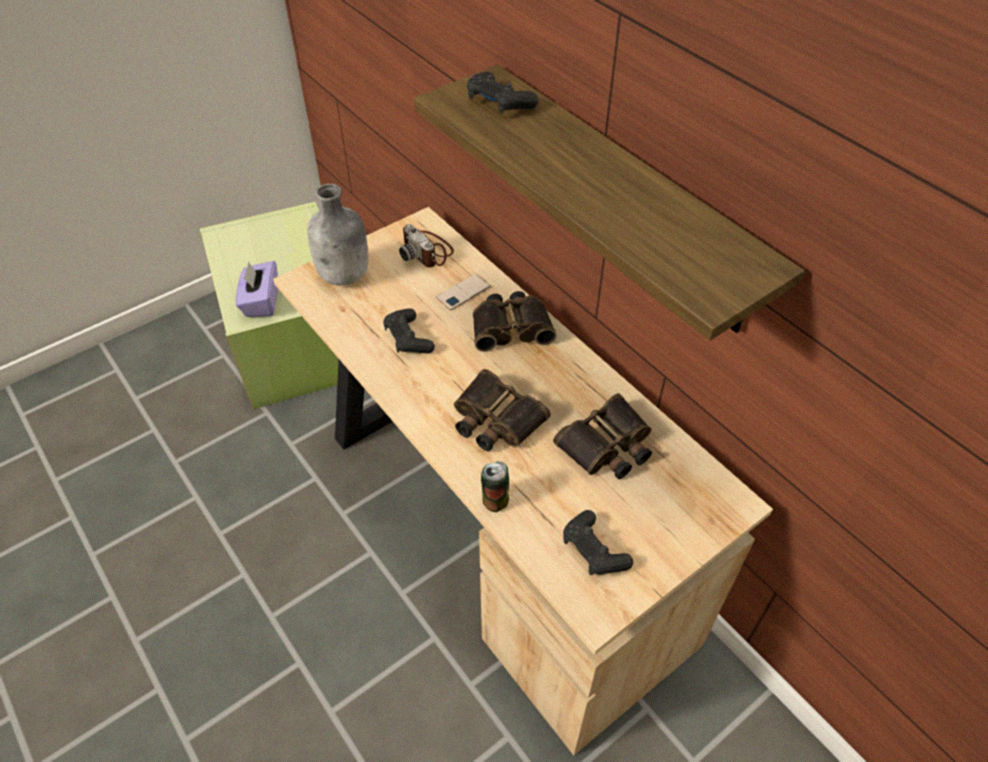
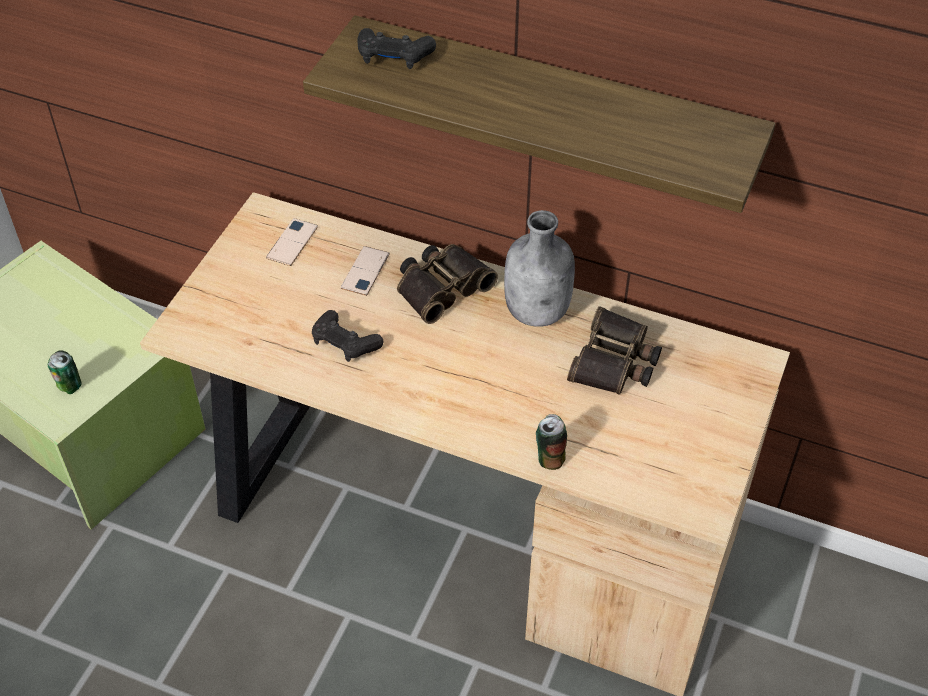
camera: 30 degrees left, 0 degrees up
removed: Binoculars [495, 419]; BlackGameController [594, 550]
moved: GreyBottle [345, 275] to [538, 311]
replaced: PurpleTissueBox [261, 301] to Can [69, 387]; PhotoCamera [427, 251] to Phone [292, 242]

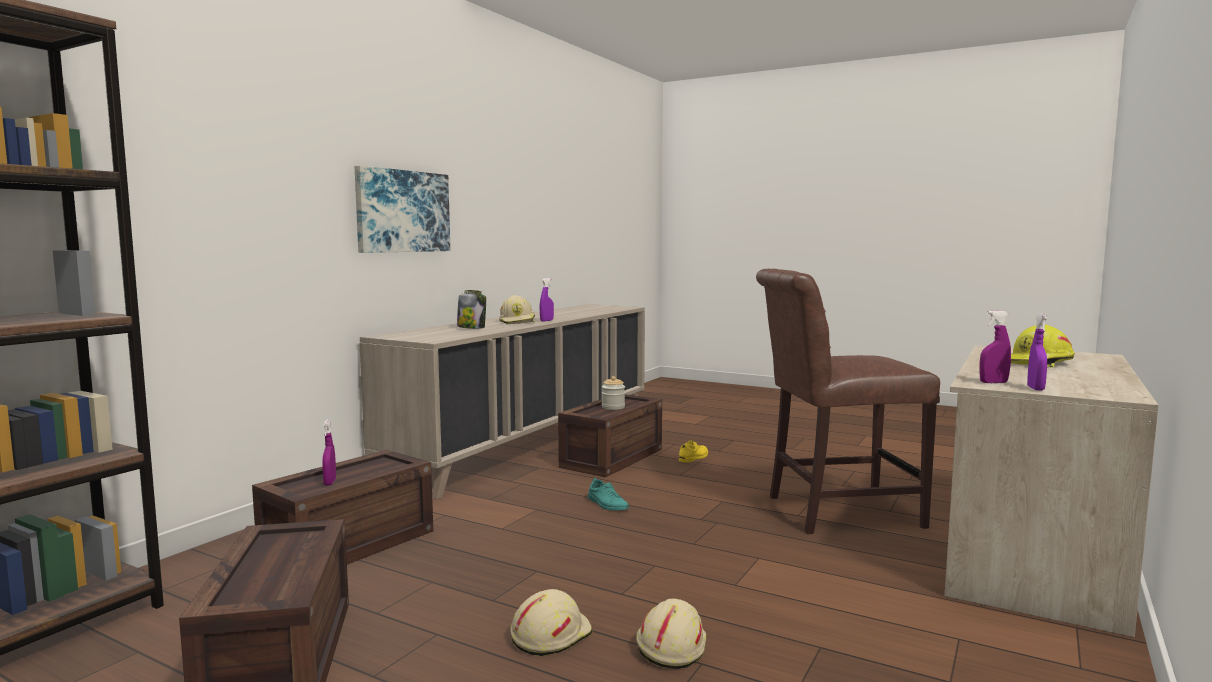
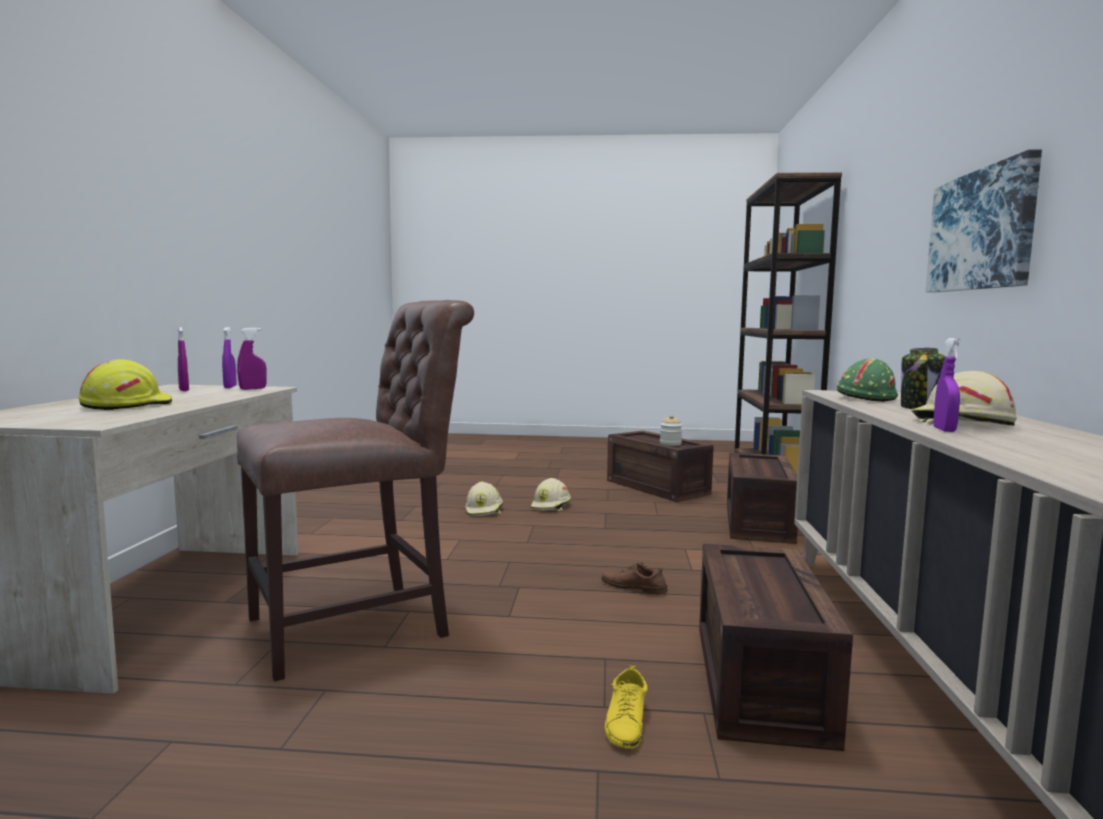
camera: 155 degrees right, 0 degrees up
added: GreenHardHat [866, 398]
moved: PurpleSprayBottle [330, 482] to [184, 390]; Jar [613, 407] to [670, 444]
recoloured: TurquoiseShoe [607, 504] to BrownShoe [634, 587]

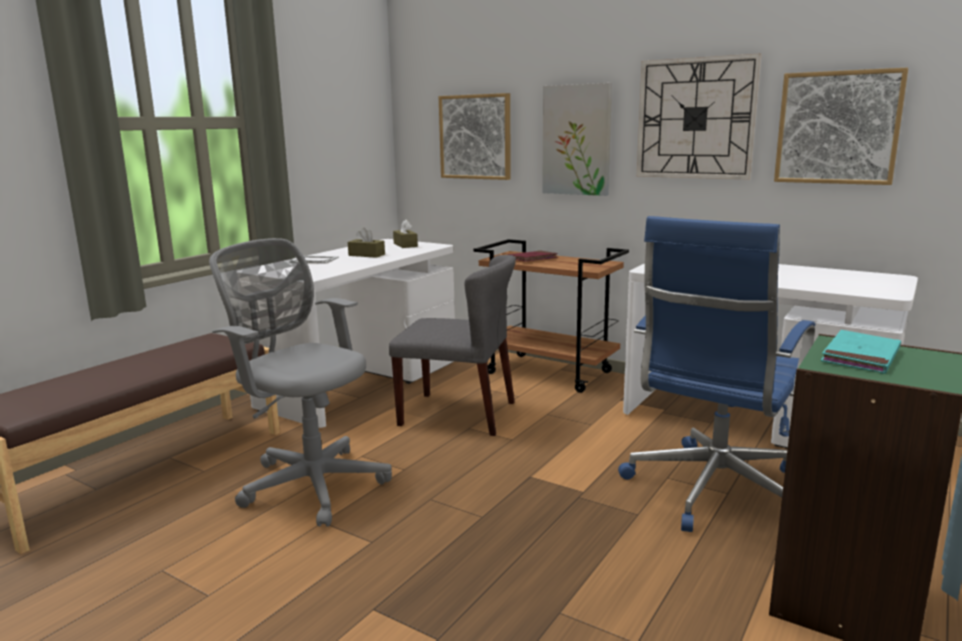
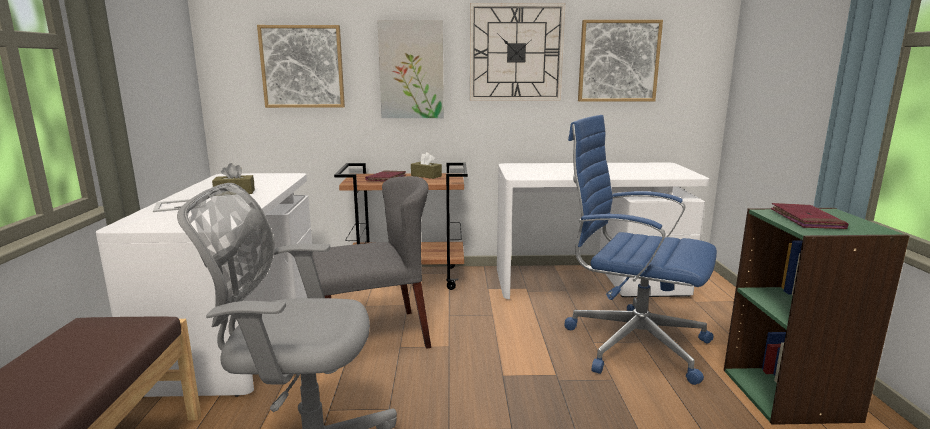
camera: 35 degrees left, 0 degrees up
moved: BrownTissueBox [405, 245] to [426, 176]
recoloured: TurquoiseBook [861, 356] to RedBook [806, 220]
turned: BlueOfficeChair [712, 491] = [631, 343] 120 degrees clockwise

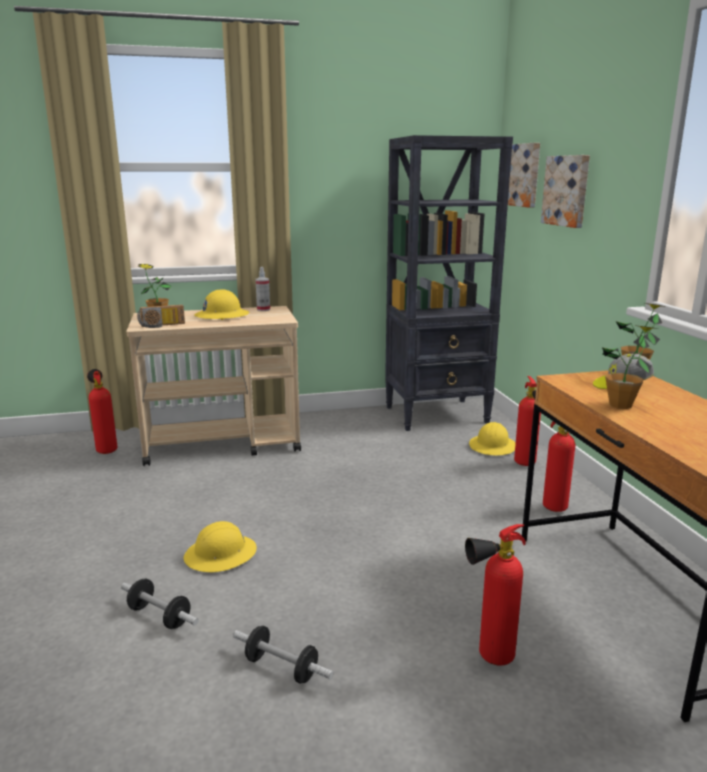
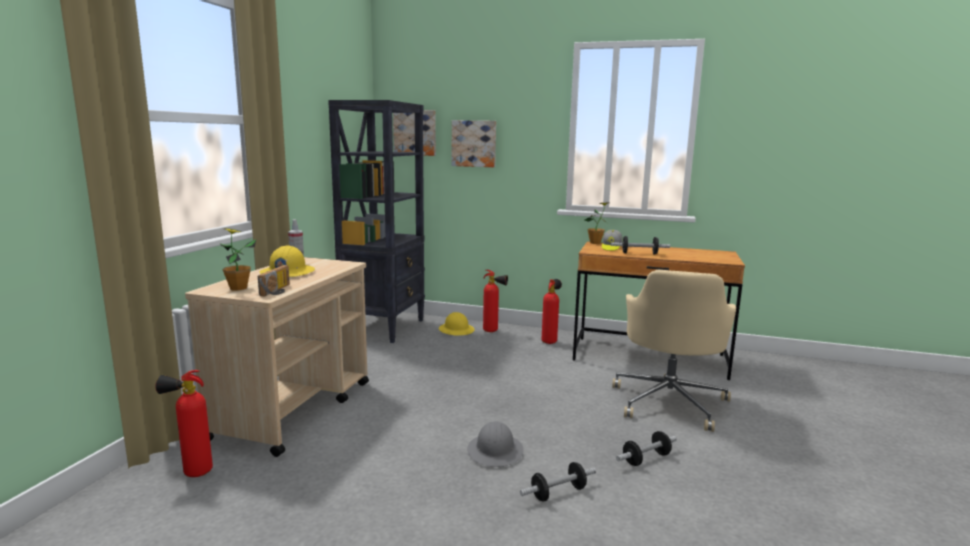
camera: 60 degrees left, 5 degrees down
replaced: FireExtinguisher [488, 658] to BeigeOfficeChair [669, 402]; PottedPlant [620, 405] to Dumbbell [639, 253]
recoloured: YellowHardHat [221, 555] to GreyHardHat [495, 451]

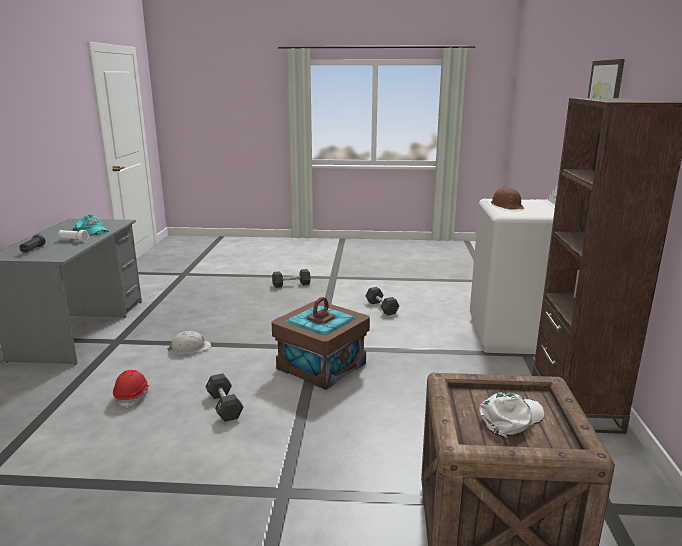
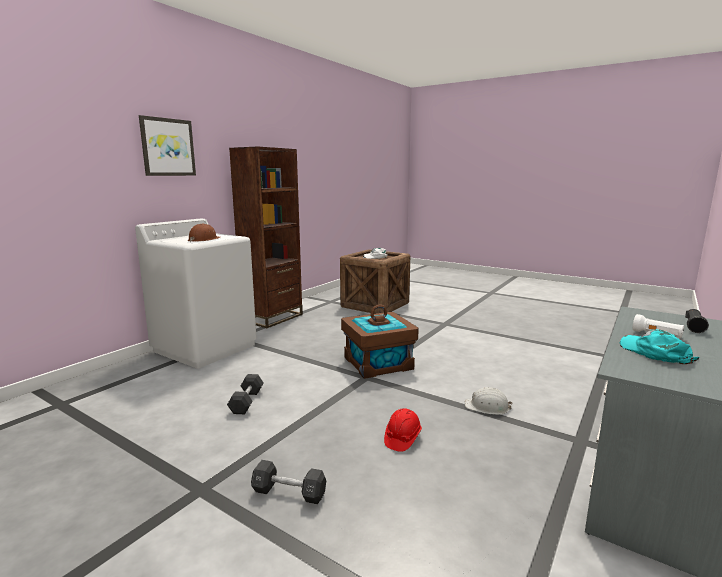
camera: 150 degrees left, 5 degrees down
removed: BlackDumbbell [224, 406]
moved: RedHardHat [133, 396] to [402, 438]

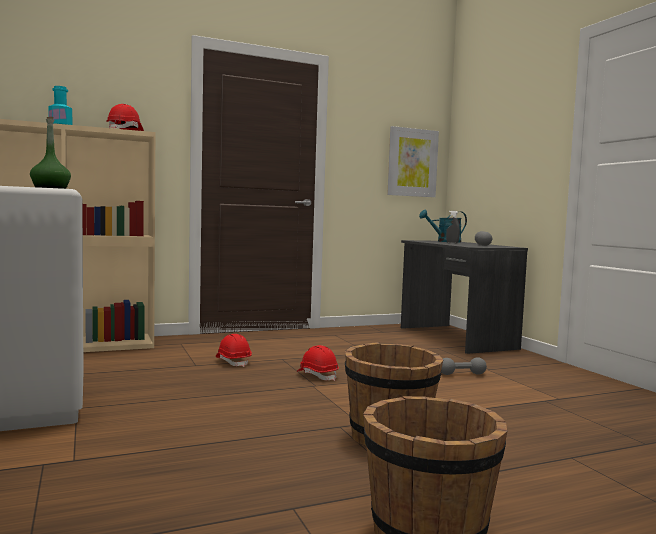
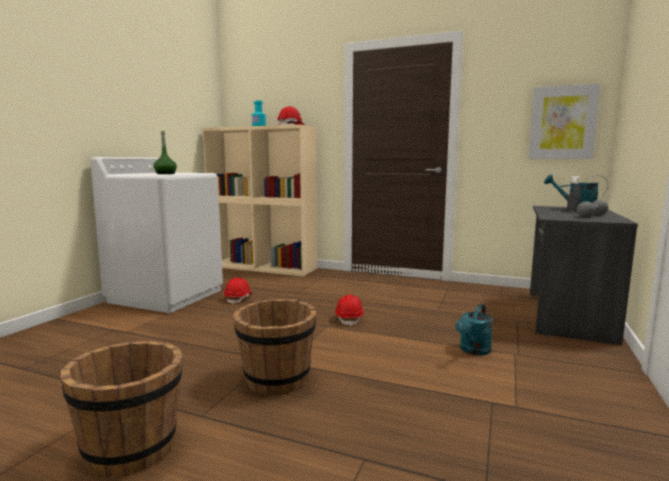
camera: 45 degrees right, 5 degrees up
moved: RedHardHat [233, 362] to [238, 299]
replaced: GreyDumbbell [461, 374] to TurquoiseWateringCan [473, 351]

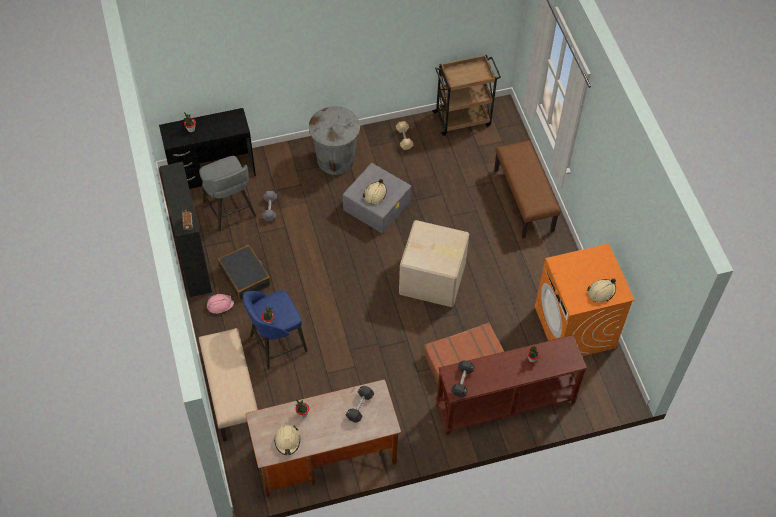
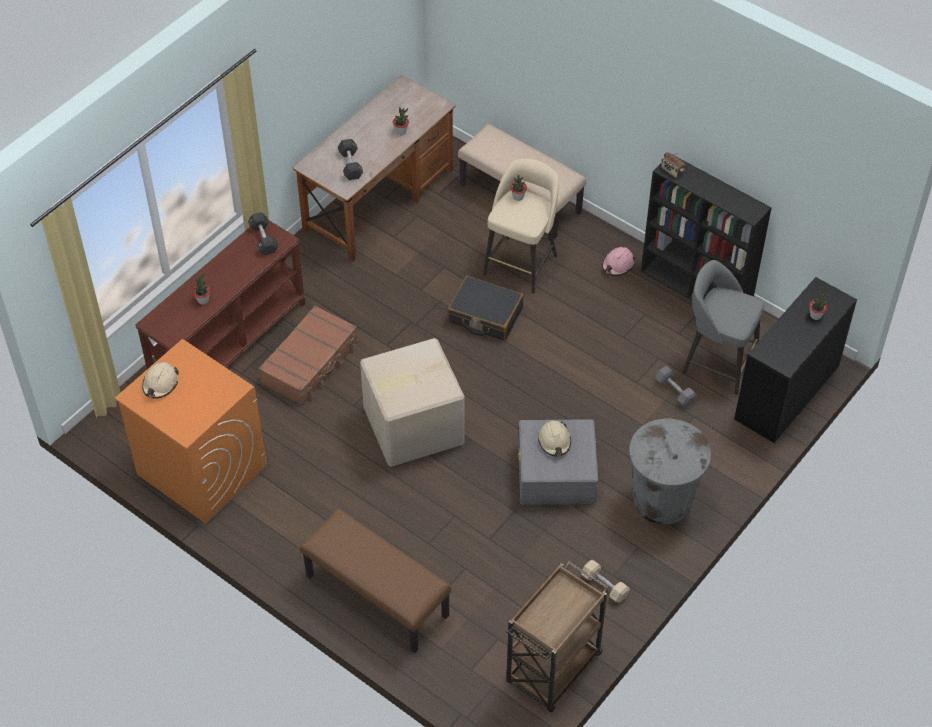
camera: 145 degrees right, 5 degrees down
removed: BeigeHardHat [287, 441]
moved: BlackSuitcase [245, 276] to [485, 316]
recoloured: BlueStool [276, 344] to BeigeStool [521, 263]

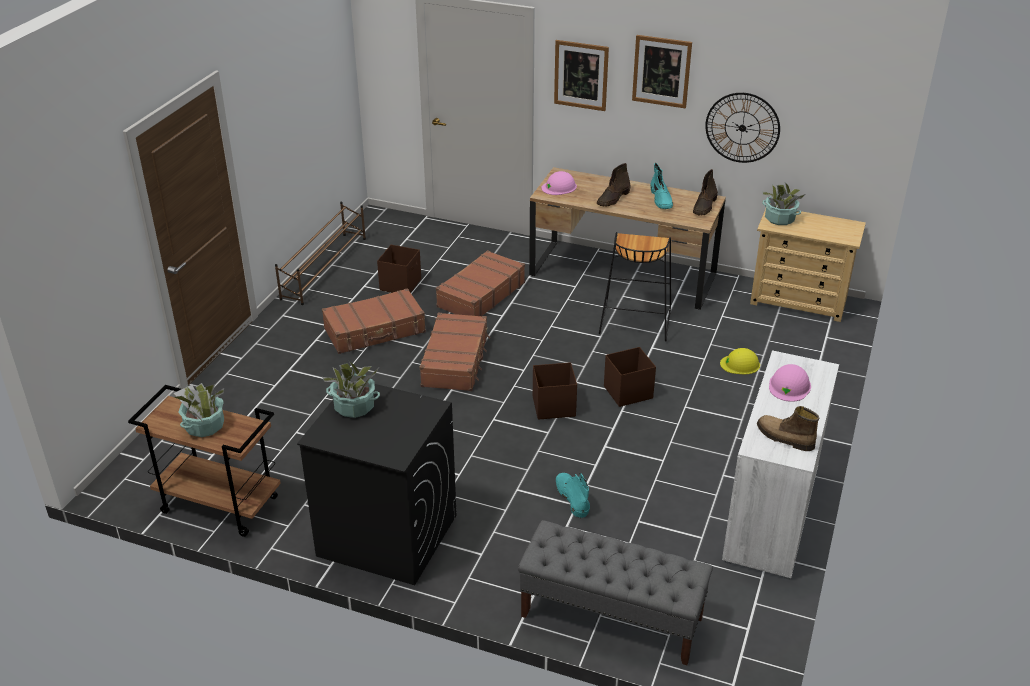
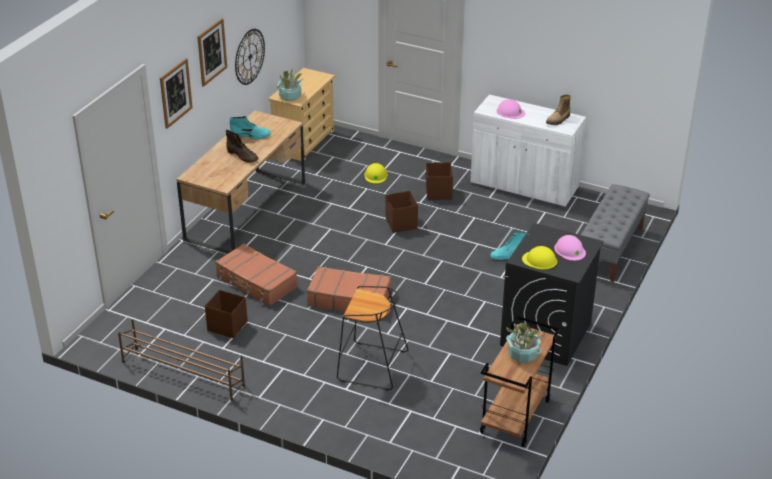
camera: 85 degrees left, 0 degrees up
removed: BrownSuitcase [375, 331]; BrownBoot [704, 206]
moved: BrownStorageBox [553, 406] to [438, 192]; PinkHardHat [559, 187] to [569, 250]; BlackStool [634, 321] to [371, 366]
replaced: PottedPlant [354, 407] to YellowHardHat [539, 260]

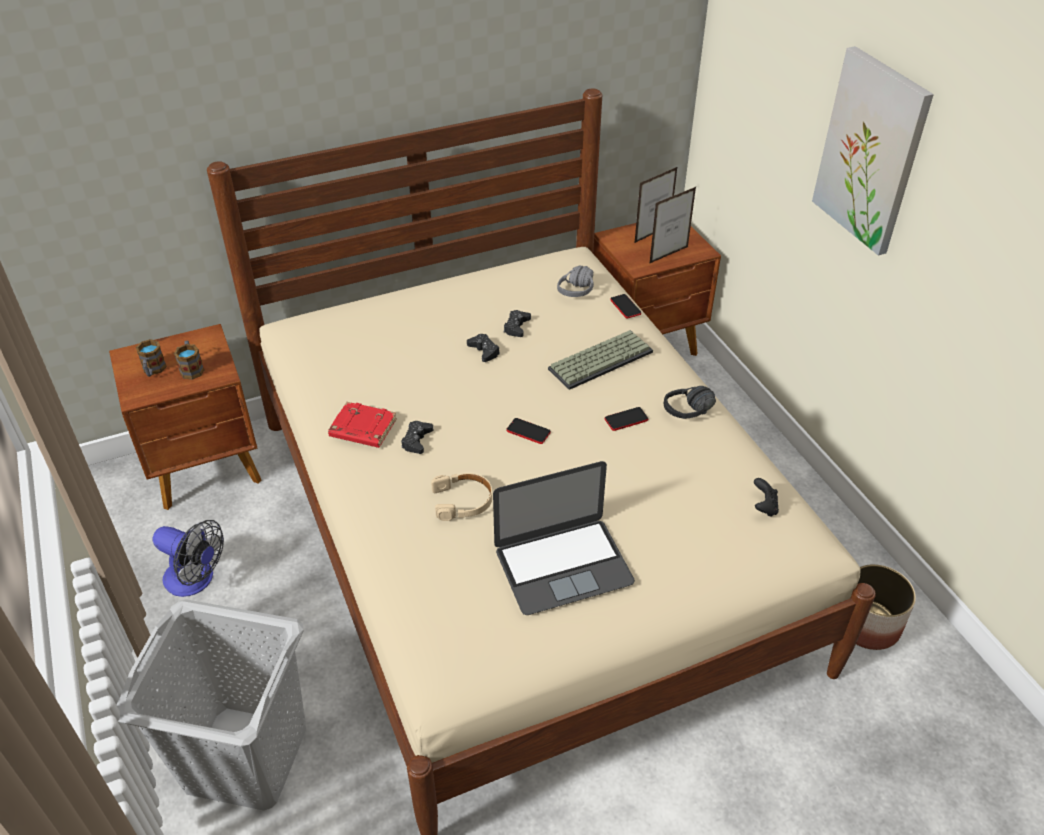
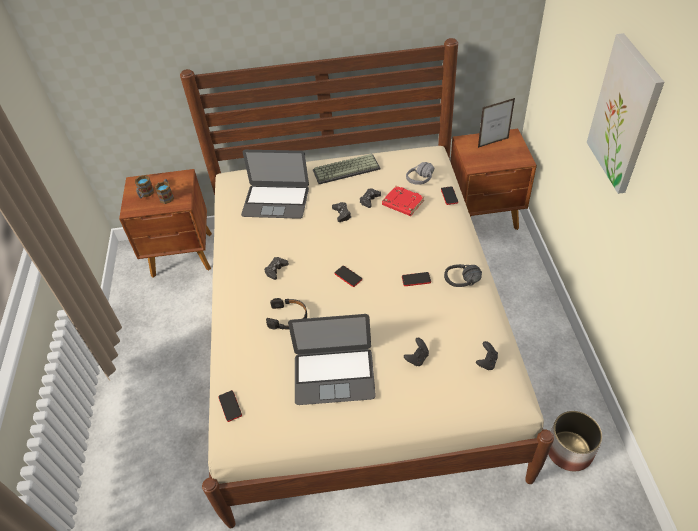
camera: 20 degrees right, 5 degrees up
removed: GreyLaundryBasket [245, 756]; Fan [196, 580]; PictureFrame [668, 255]
added: Phone [230, 406]; Laptop [276, 201]; BlackGameController [417, 358]
moved: RedBook [362, 429] to [402, 203]; Keyboard [600, 359] to [346, 169]
recoloured: BeigeHeadphones [463, 501] to BlackHeadphones [288, 317]

